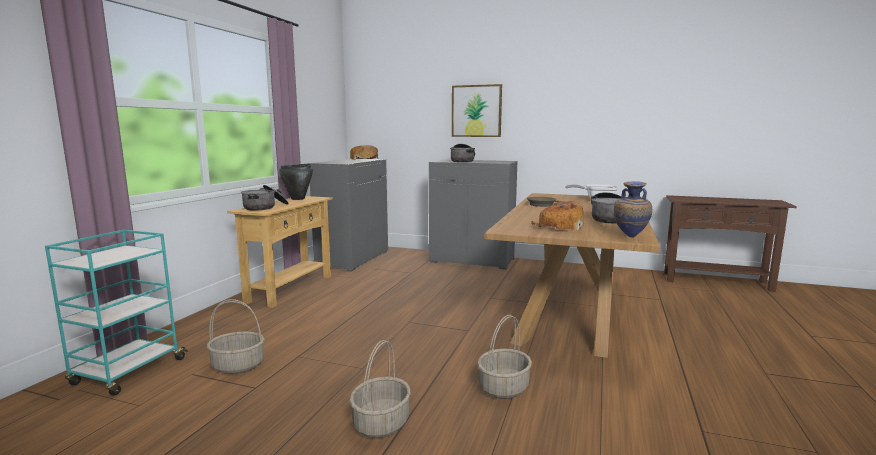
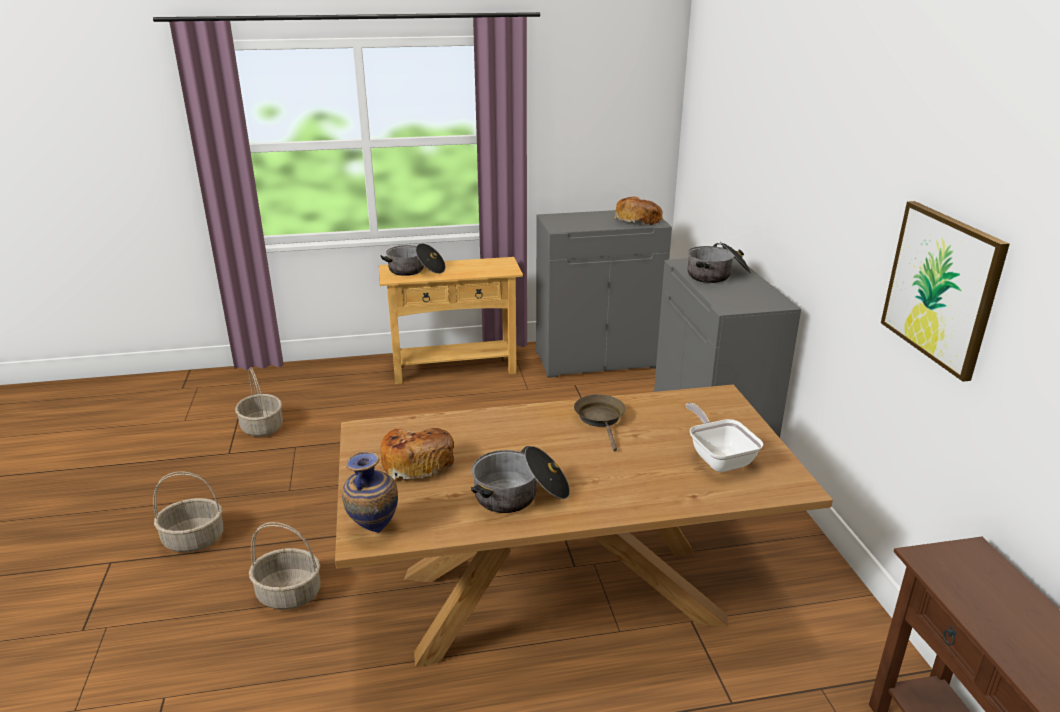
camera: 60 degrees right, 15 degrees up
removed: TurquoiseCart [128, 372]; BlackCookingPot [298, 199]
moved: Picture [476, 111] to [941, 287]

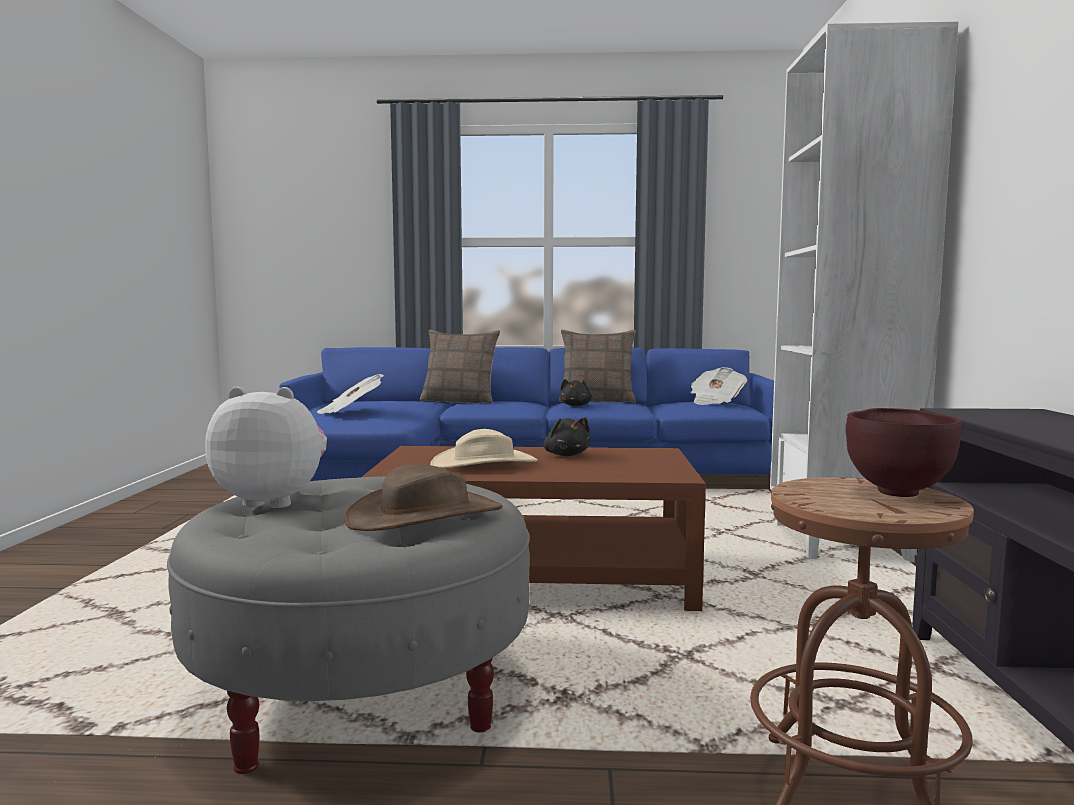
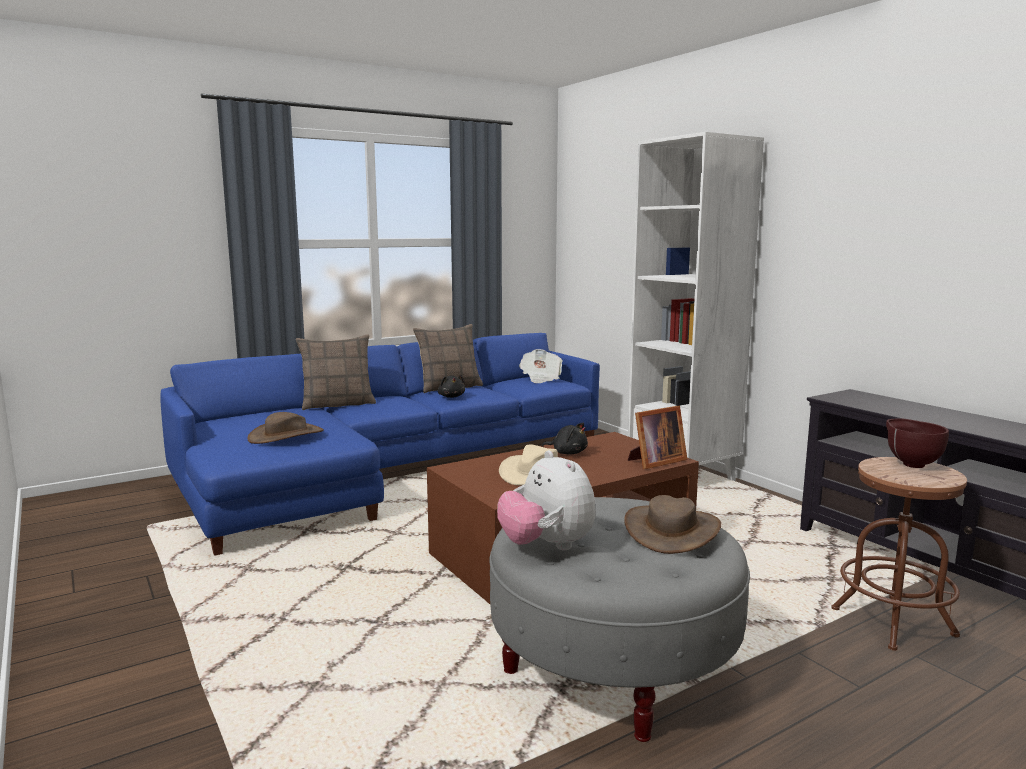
camera: 35 degrees left, 5 degrees up
added: PictureFrame [655, 462]
replaced: Newspaper [351, 412] to BrownHat [286, 435]
turned: PlushToy [274, 501] = [547, 546] 90 degrees counterclockwise

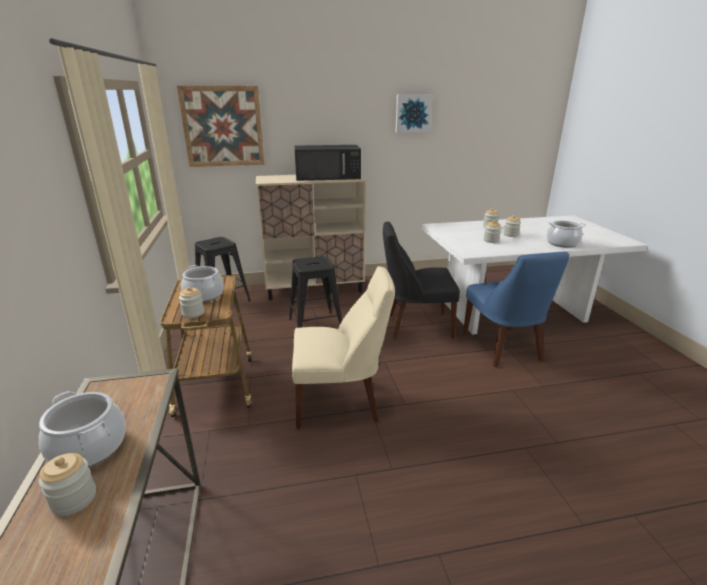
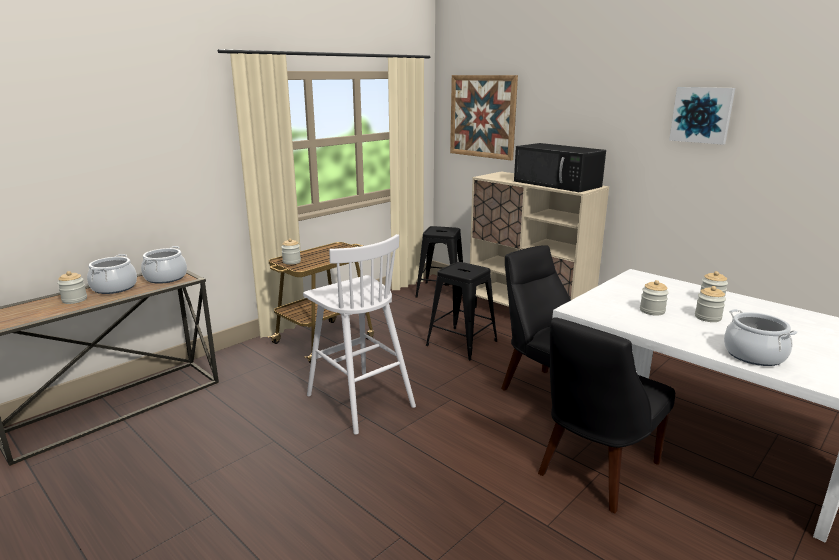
camera: 55 degrees right, 5 degrees down
moved: CookingPot [204, 295] to [166, 278]
replaced: BeigeChair [341, 403] to WhiteStool [359, 400]
recoloured: BlueChair [503, 348] to BlackChair [595, 470]

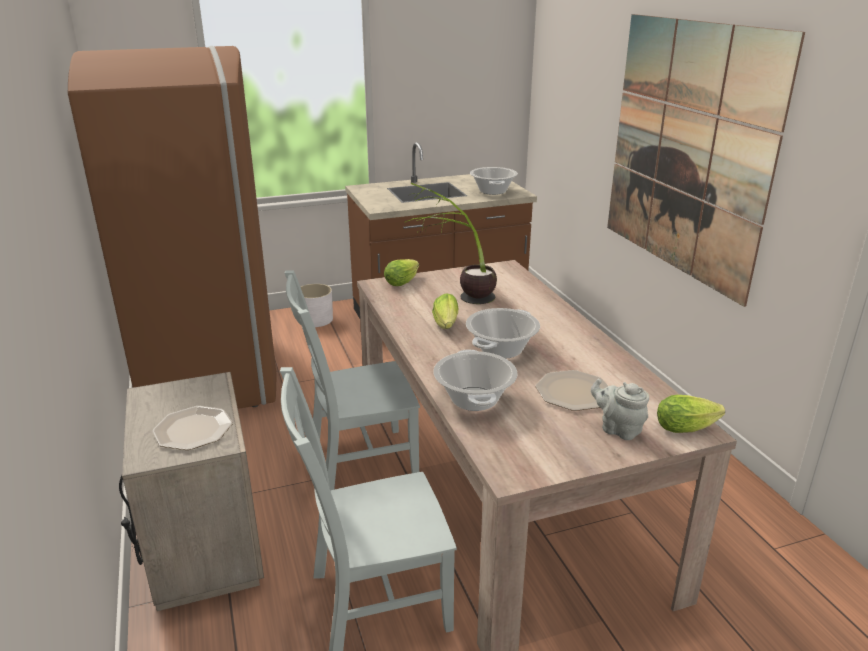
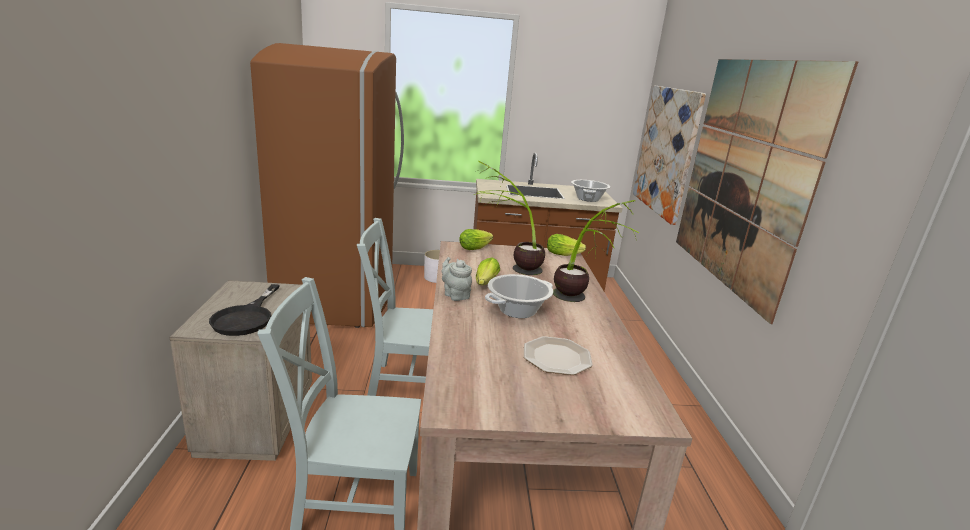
camera: 15 degrees right, 5 degrees down
removed: CookingPot [474, 399]
added: PottedPlant [580, 303]; Picture [666, 151]
moved: GreyTeapot [618, 429] to [455, 295]; Lettuce [689, 427] to [565, 254]
replaced: Plate [194, 429] to BlackFryingPan [246, 317]

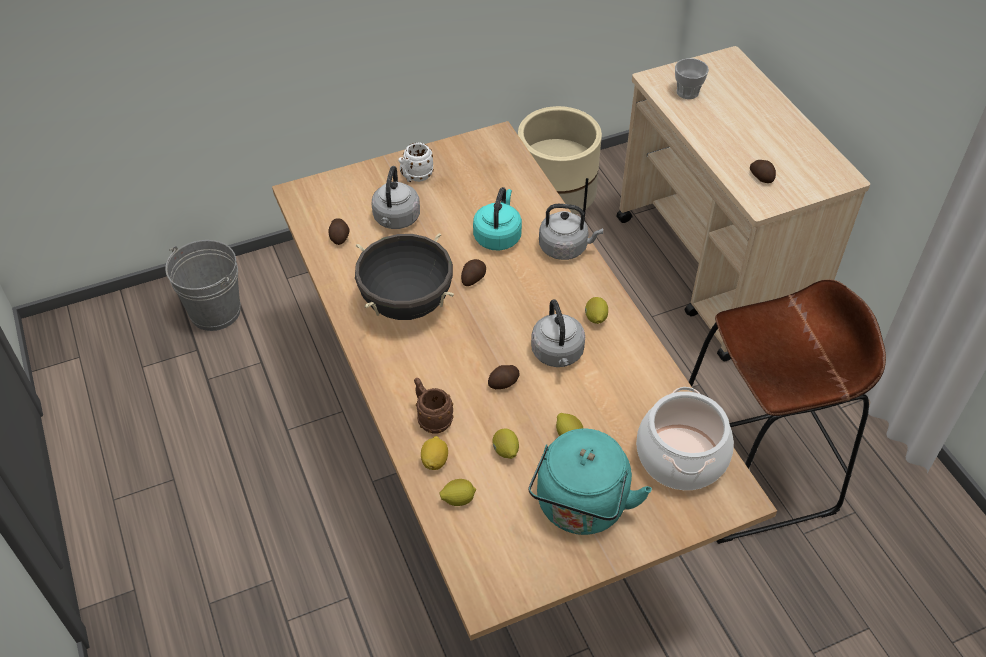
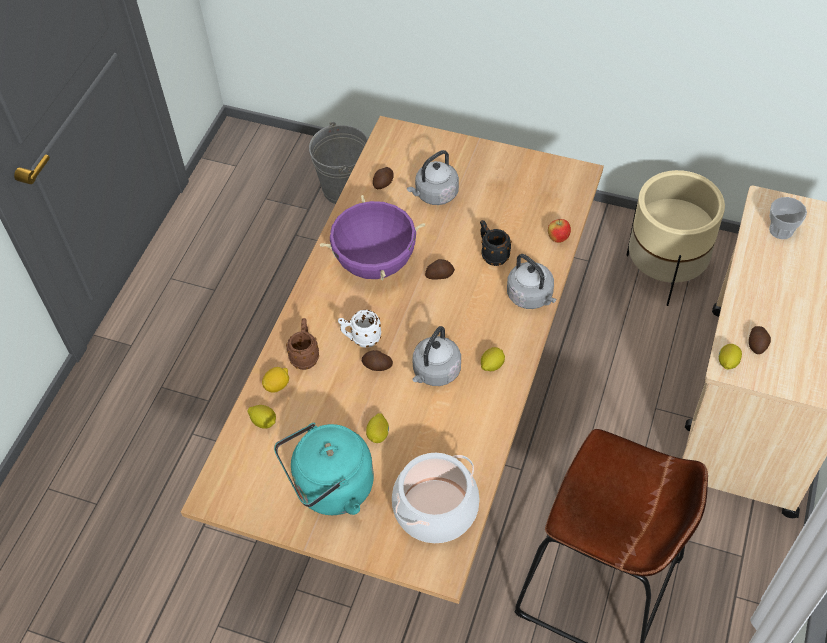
camera: 45 degrees right, 5 degrees up
added: Apple [558, 238]
moved: WhiteMug [415, 177] to [361, 339]; Lemon [505, 451] to [727, 362]
replaced: TurquoiseKettle [498, 236] to BlackMug [492, 254]
recoloured: BlackCookingPot [407, 304] to PurpleCookingPot [375, 263]

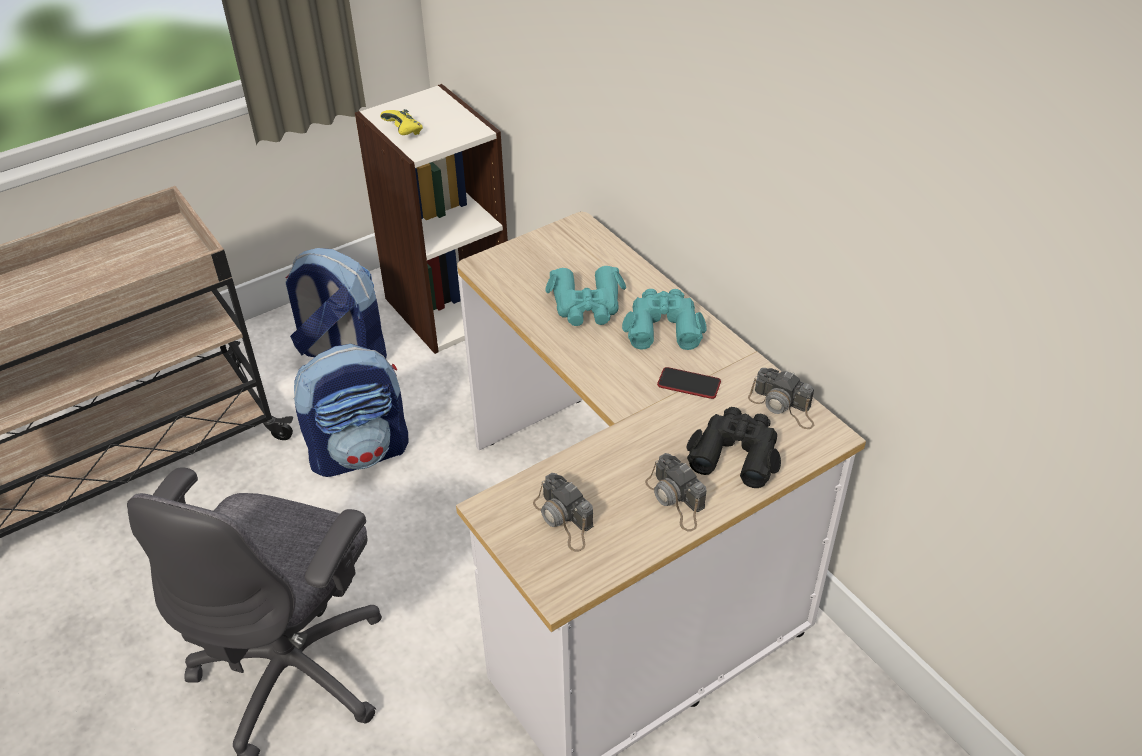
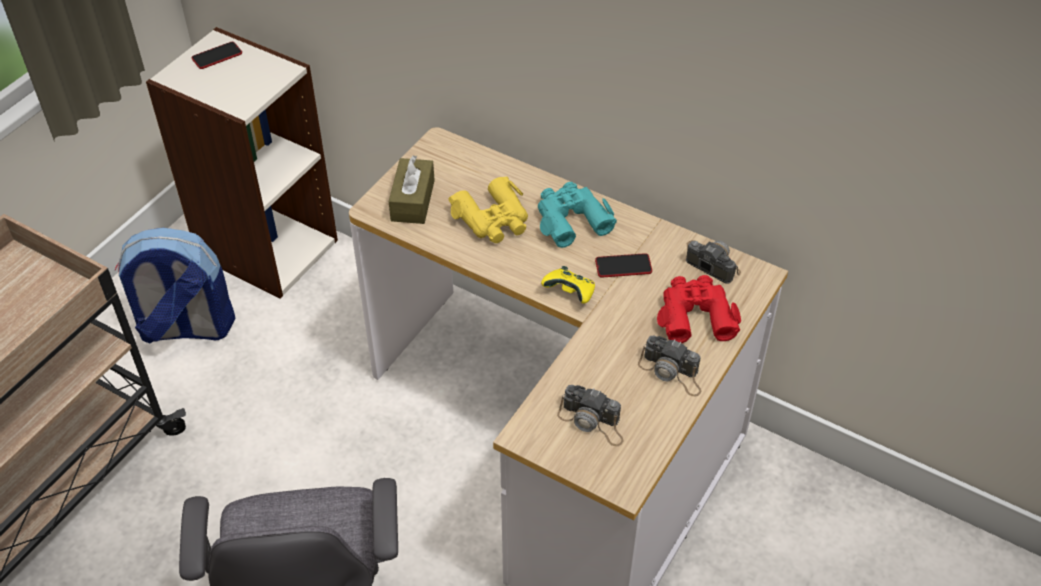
camera: 25 degrees left, 5 degrees up
removed: Backpack [360, 452]
added: Phone [217, 56]; BrownTissueBox [413, 200]
moved: YellowGameController [404, 132] to [570, 293]
recoloured: TurquoiseBinoculars [586, 305] to YellowBinoculars [493, 219]; BlackBinoculars [736, 452] to RedBinoculars [695, 315]
turned: PhotoCamera [783, 406] = [710, 262] 150 degrees counterclockwise

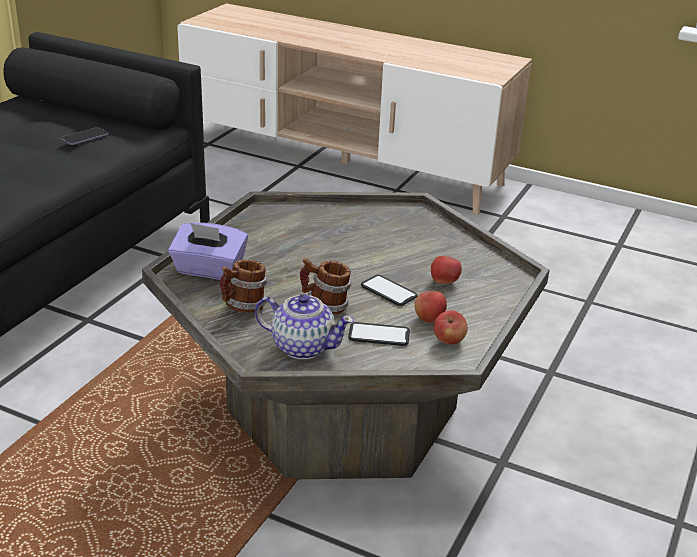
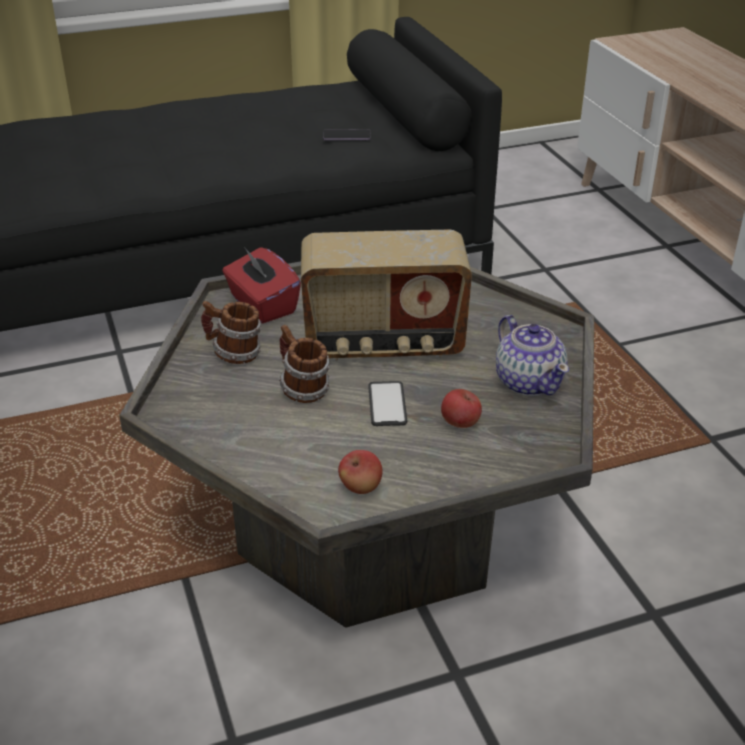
camera: 45 degrees right, 5 degrees up
removed: Phone [379, 335]; Apple [429, 318]
added: Radio [383, 344]
moved: Teapot [302, 346] to [529, 382]
recoloured: PurpleTissueBox [209, 270] to RedTissueBox [262, 305]

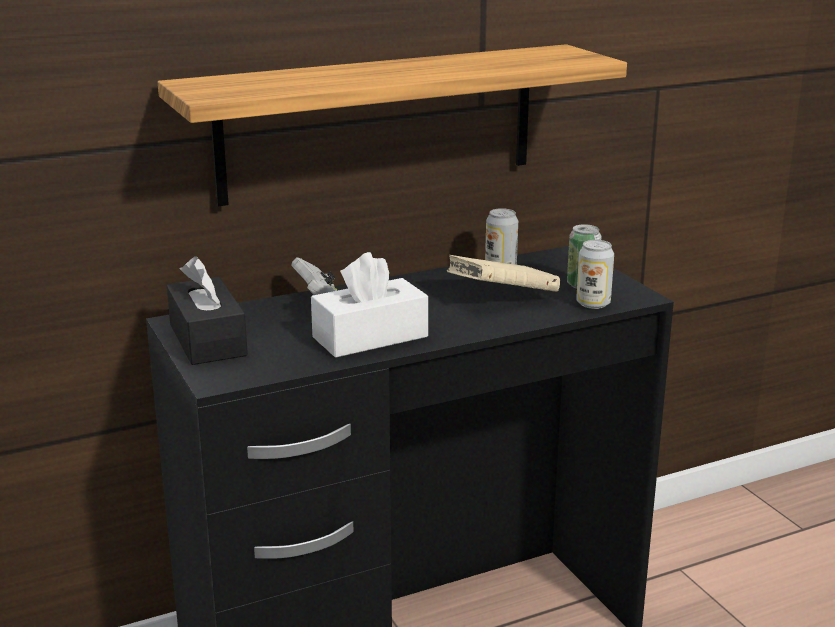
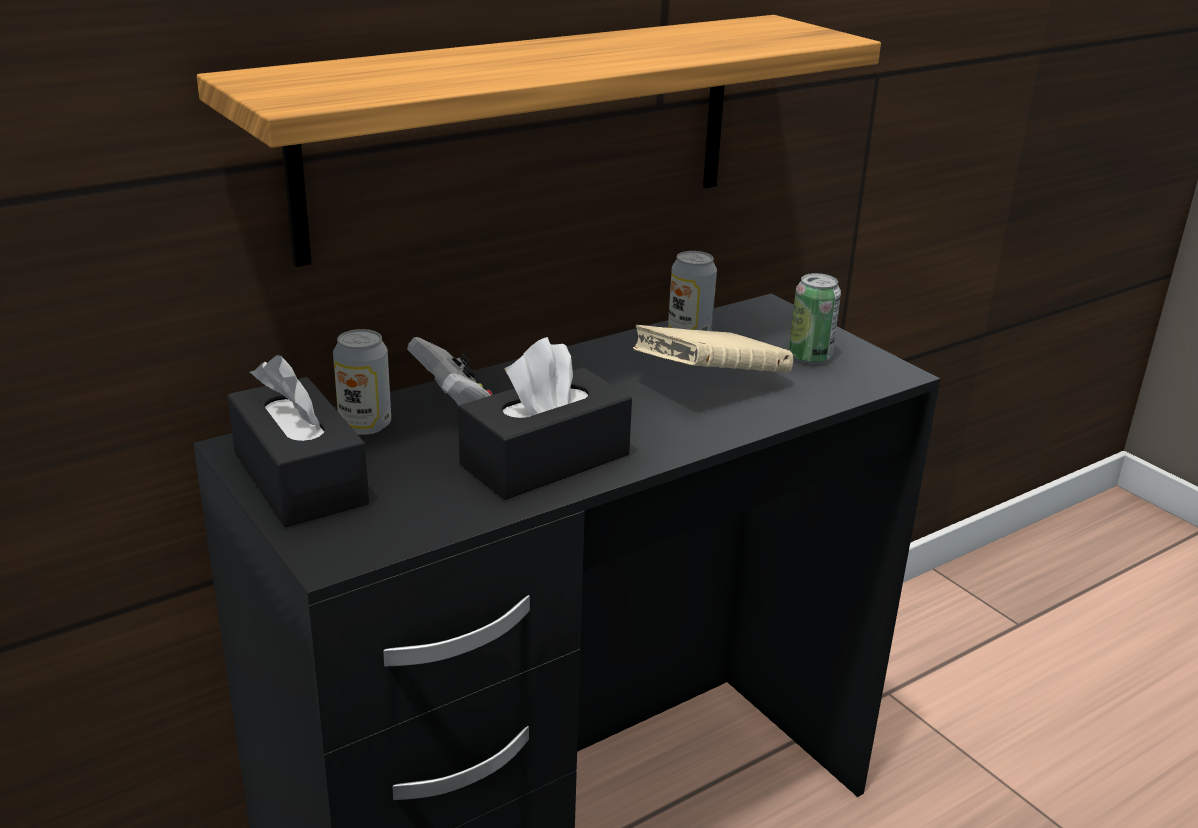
camera: 10 degrees left, 5 degrees up
moved: Can [593, 303] to [365, 425]
recoloured: WhiteTissueBox [370, 337] to BlackTissueBox [545, 460]

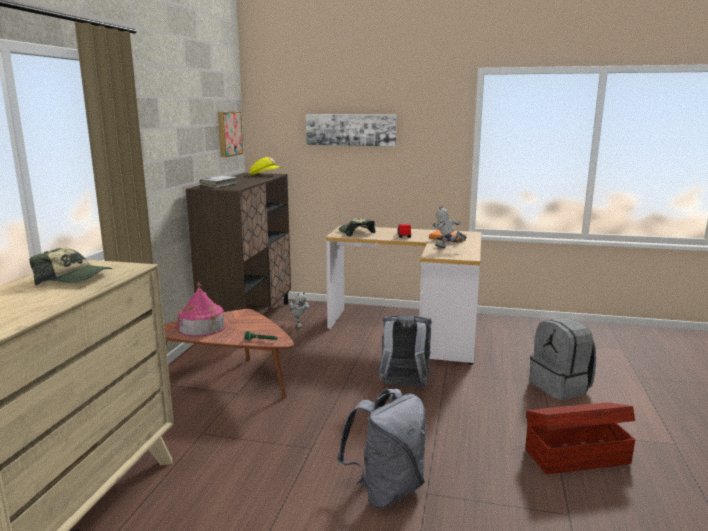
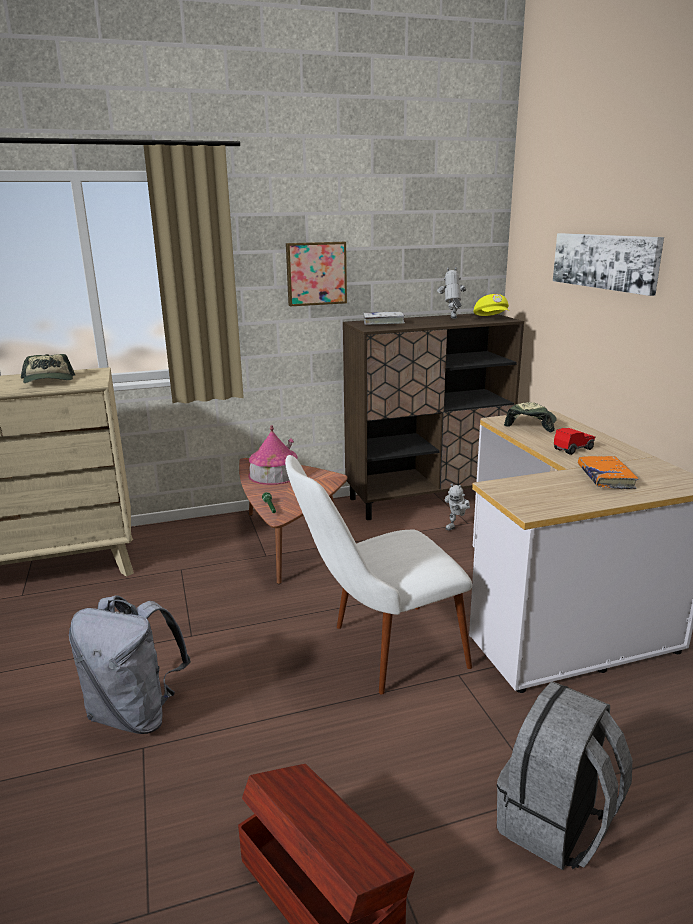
camera: 60 degrees right, 5 degrees up
moved: Picture [228, 133] to [316, 273]; ToyRobot [447, 248] to [452, 319]
replaced: GreyBackpack [404, 387] to WhiteChair [378, 652]

